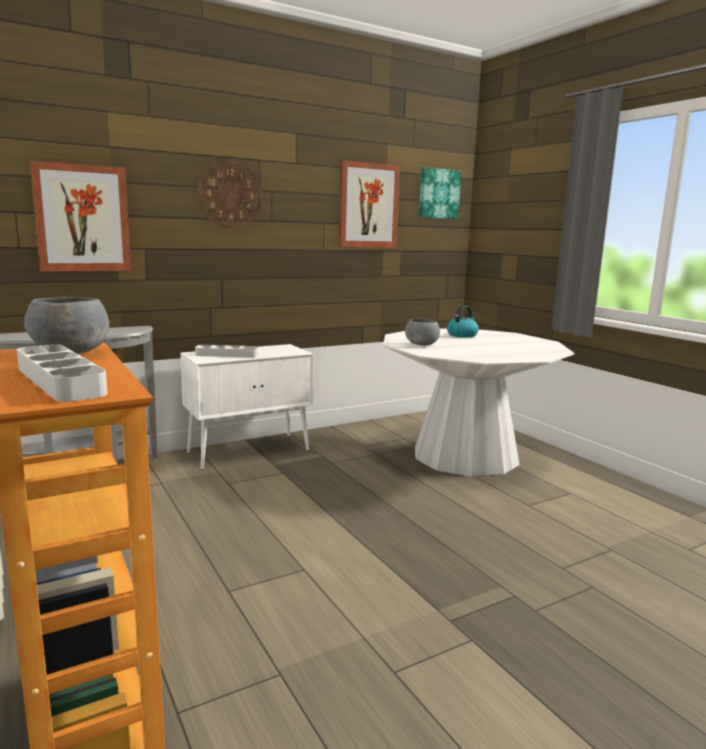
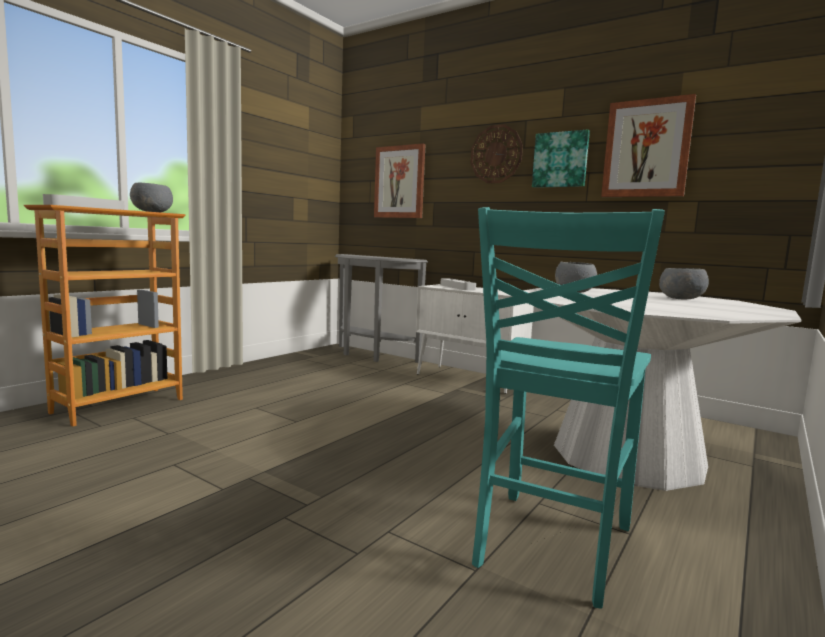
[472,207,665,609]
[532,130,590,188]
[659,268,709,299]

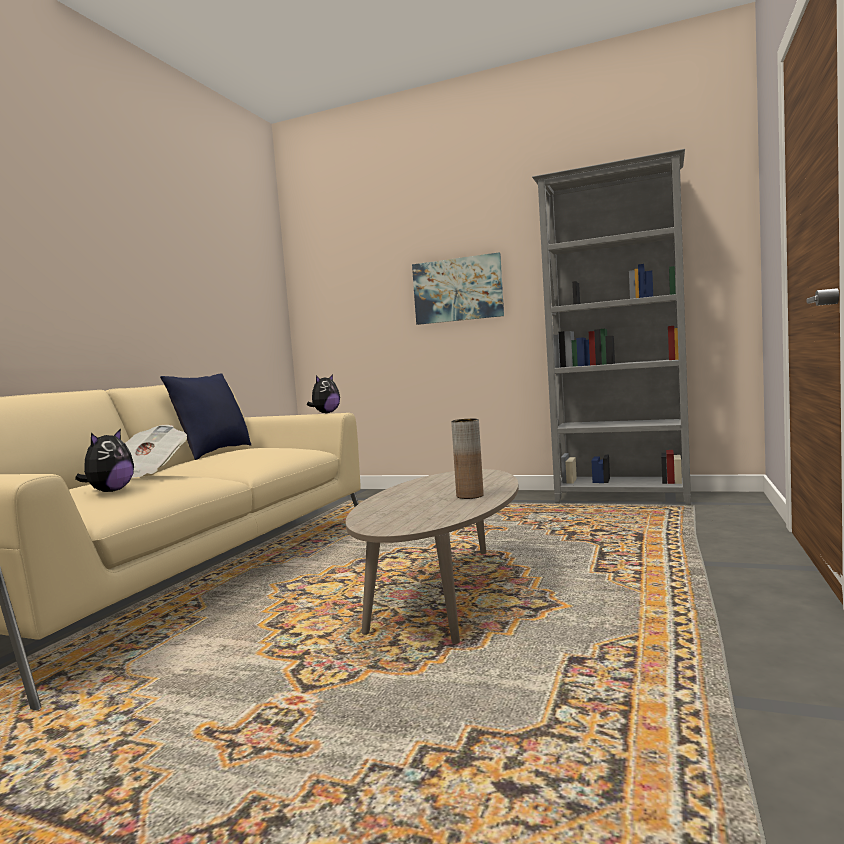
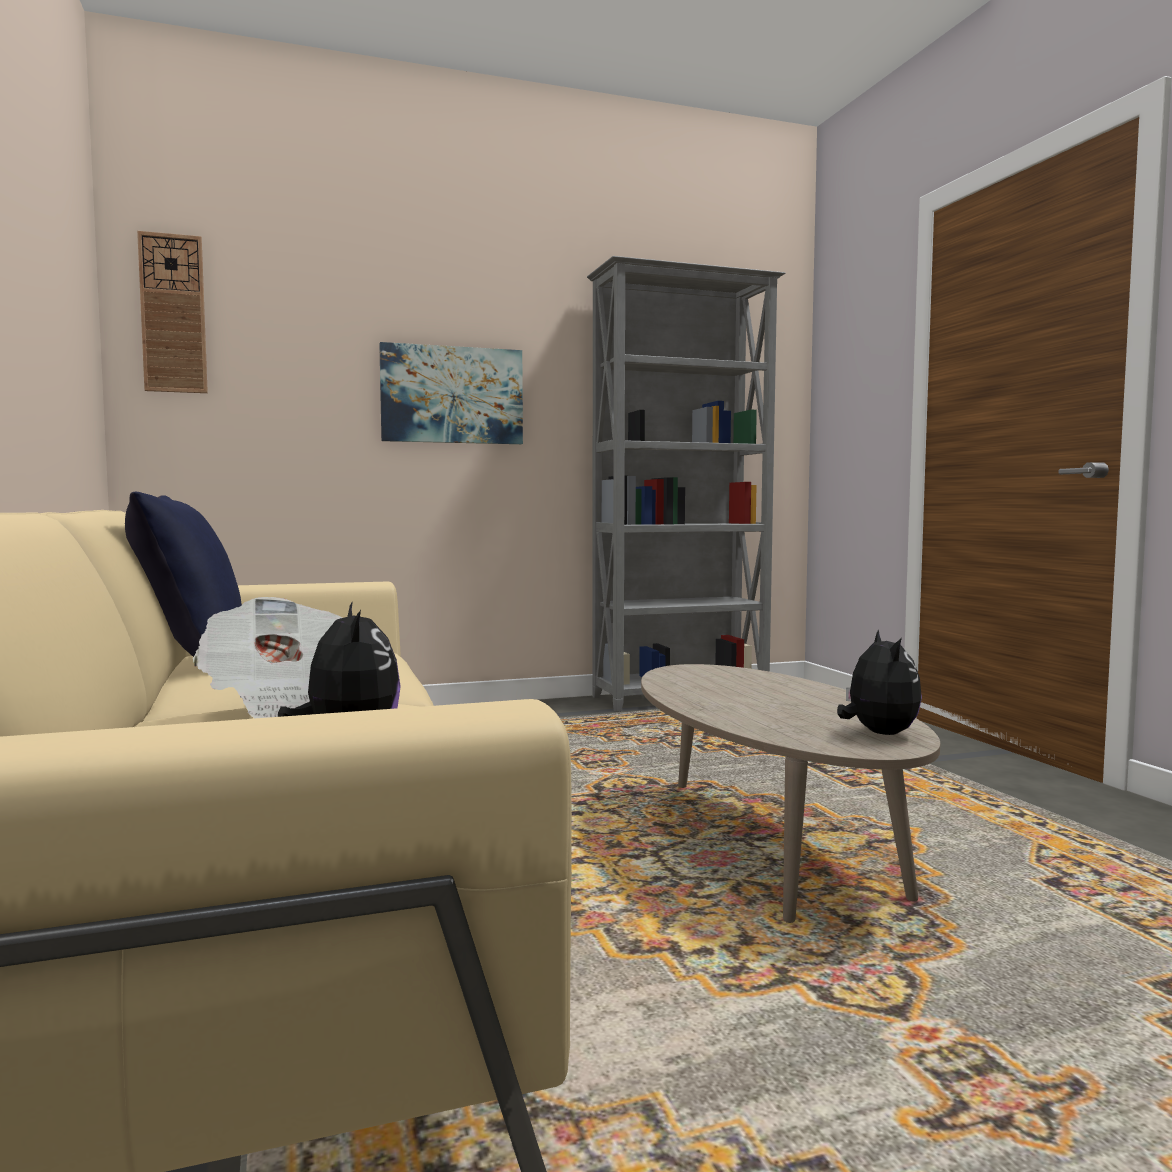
[451,419,484,499] (first image)
[137,231,208,393]
[837,629,922,735]

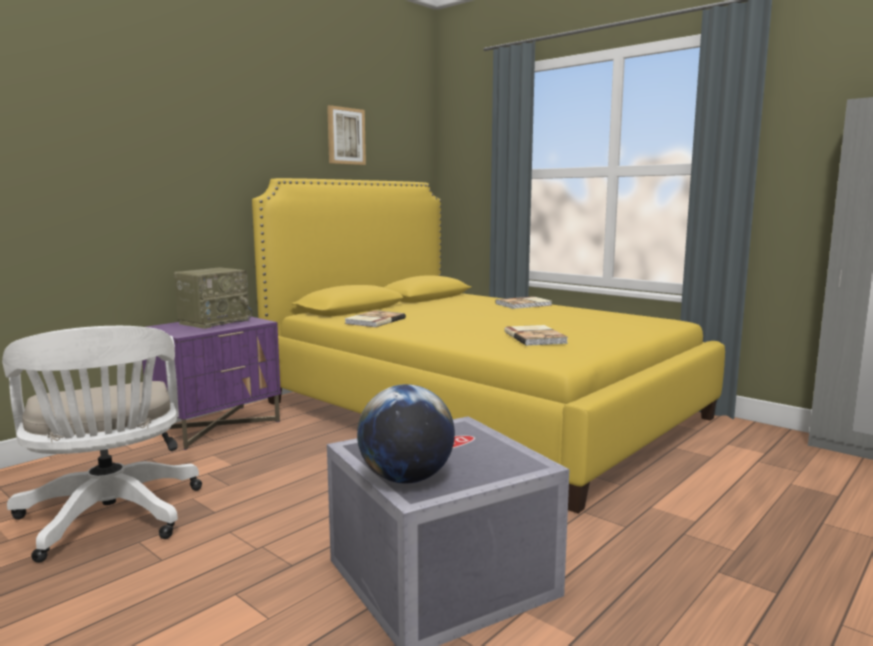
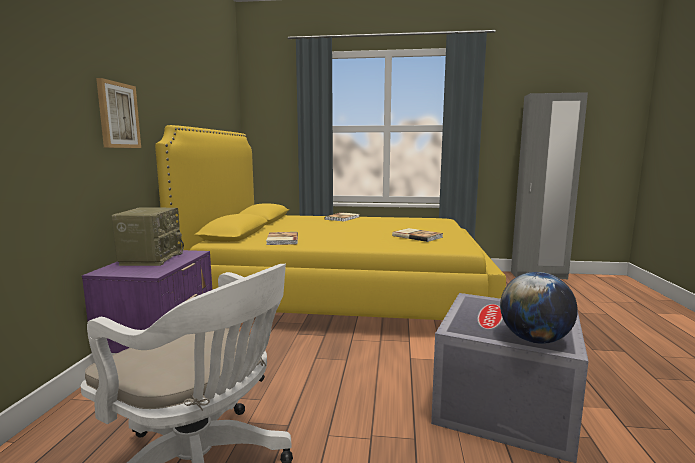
[96,78,141,148]

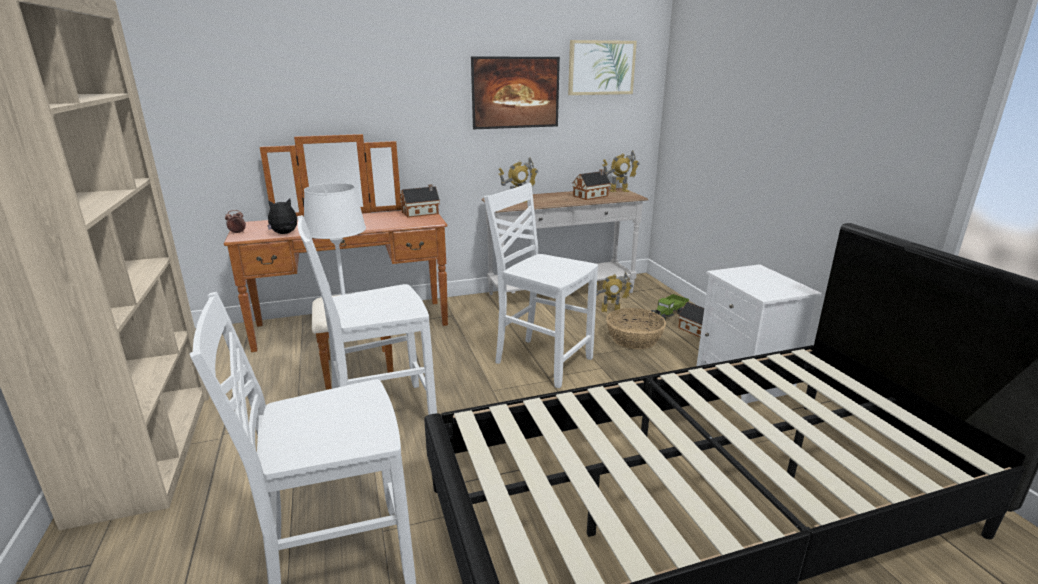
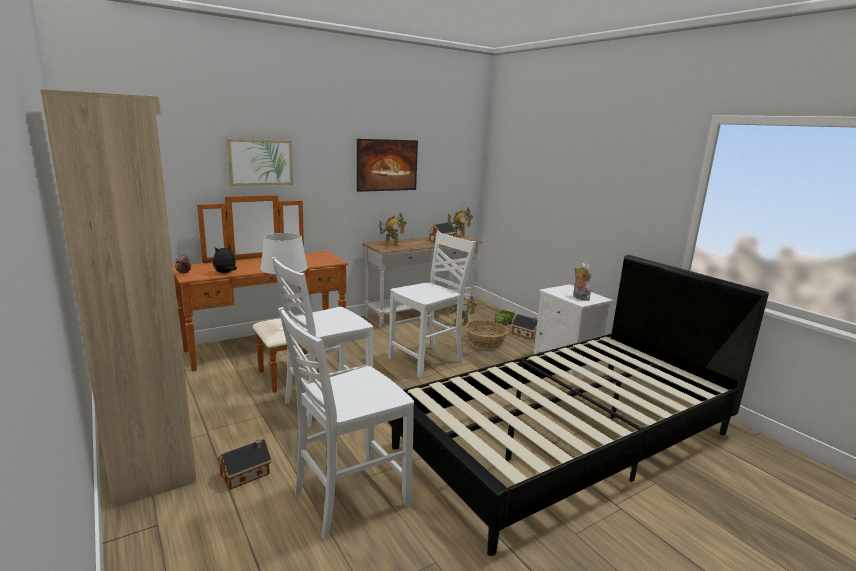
[573,263,591,301]
[218,439,271,490]
[227,139,293,186]
[388,231,476,378]

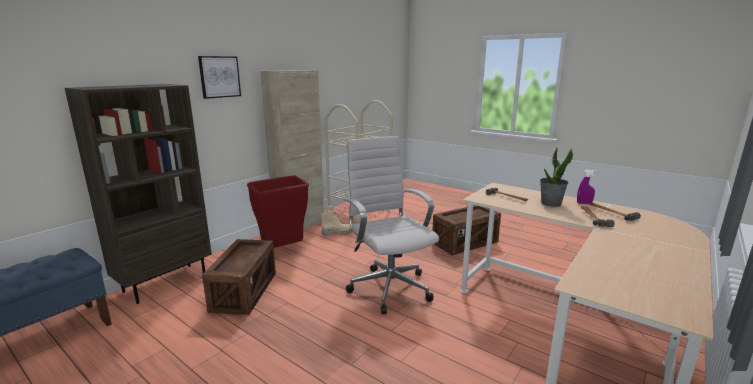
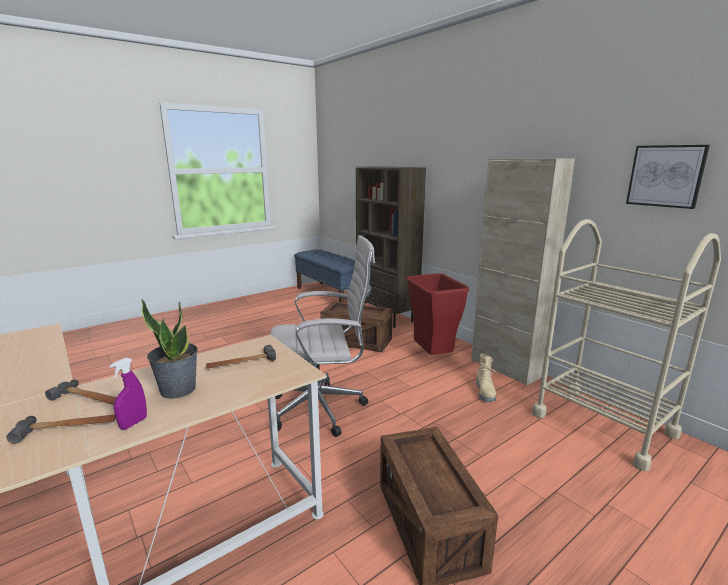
[626,145,710,209]

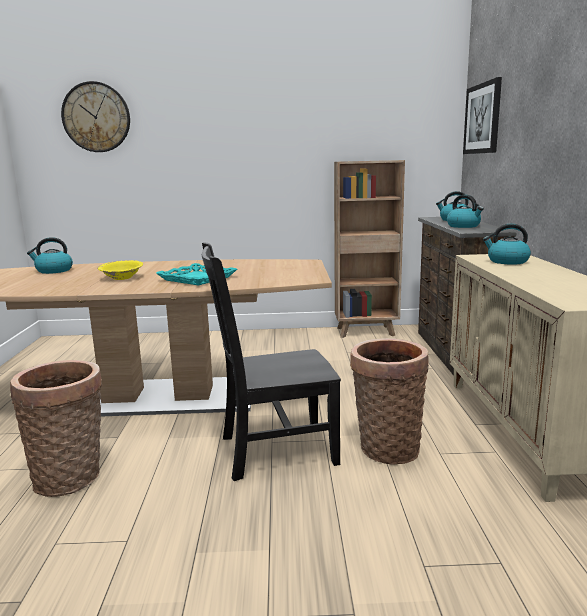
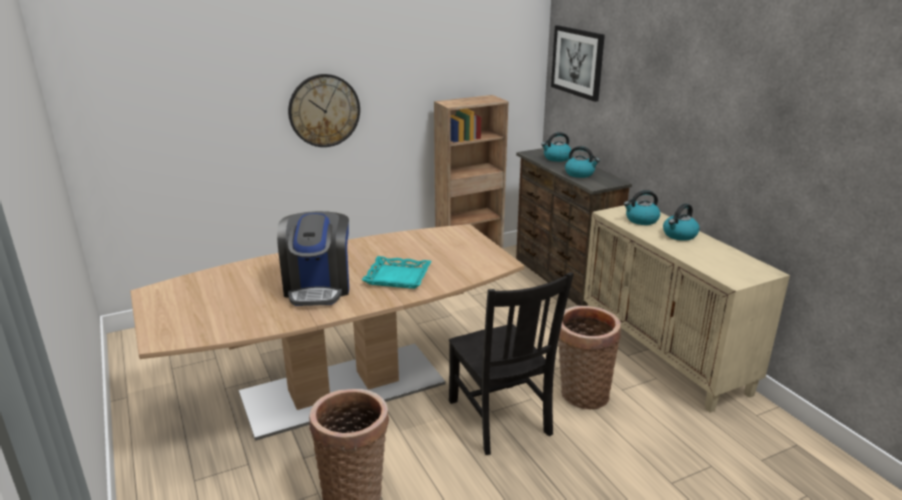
[663,203,700,241]
[288,74,360,147]
[277,211,349,306]
[449,272,574,455]

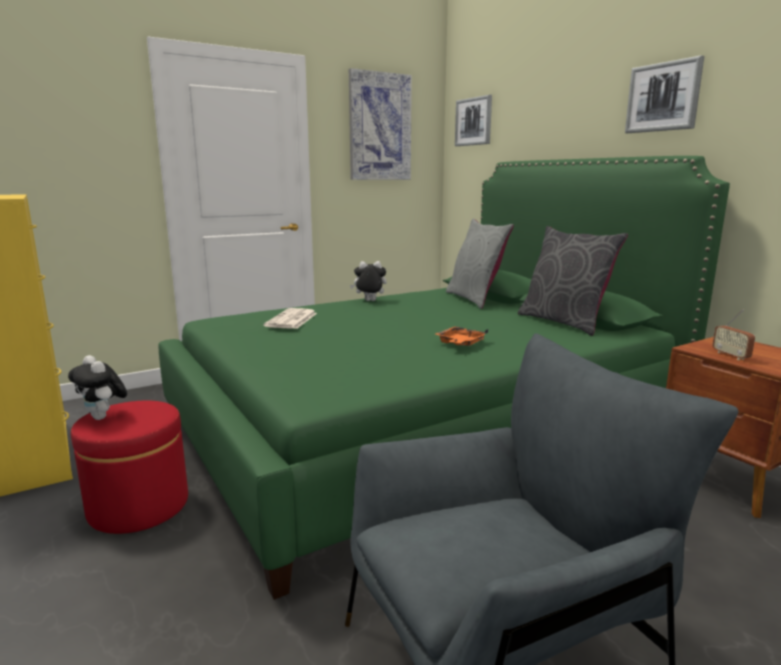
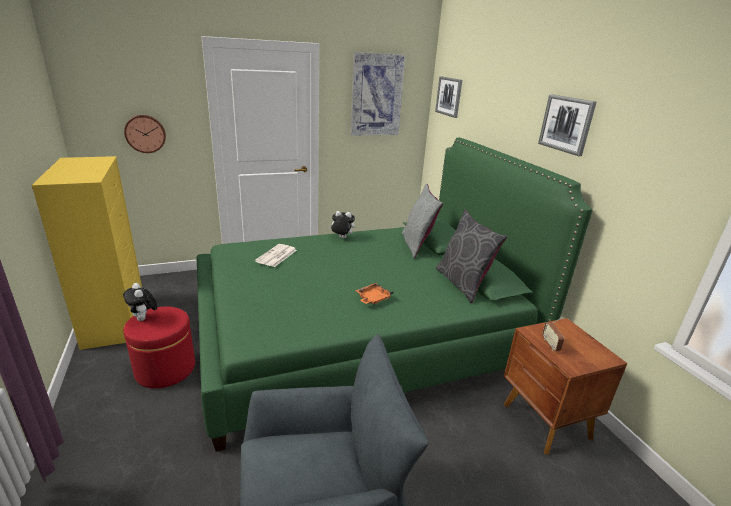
[124,115,166,153]

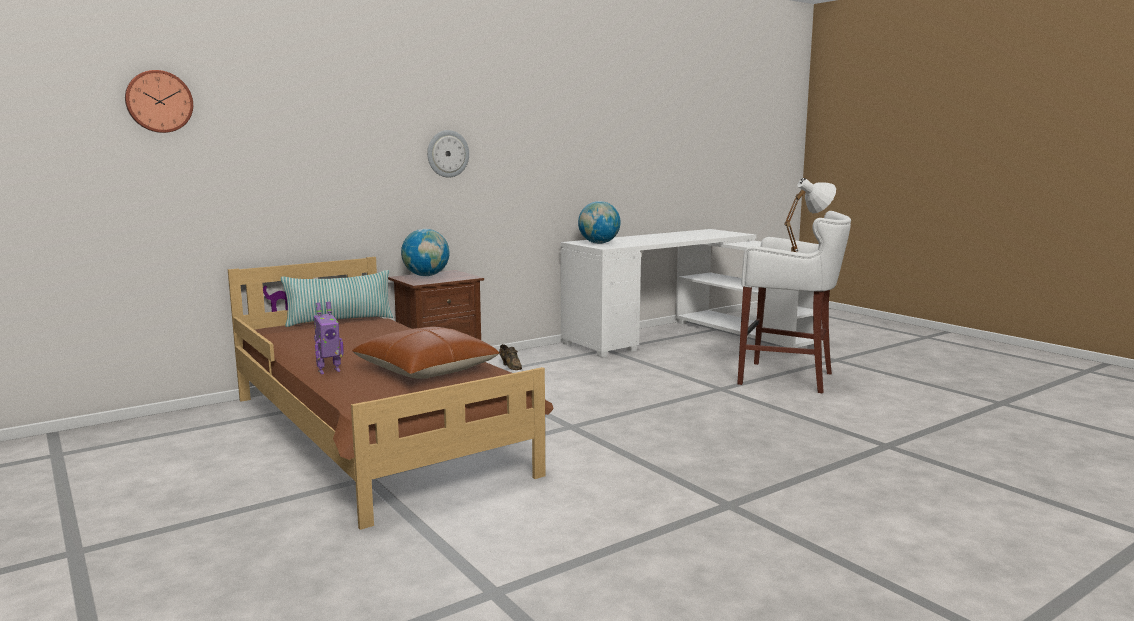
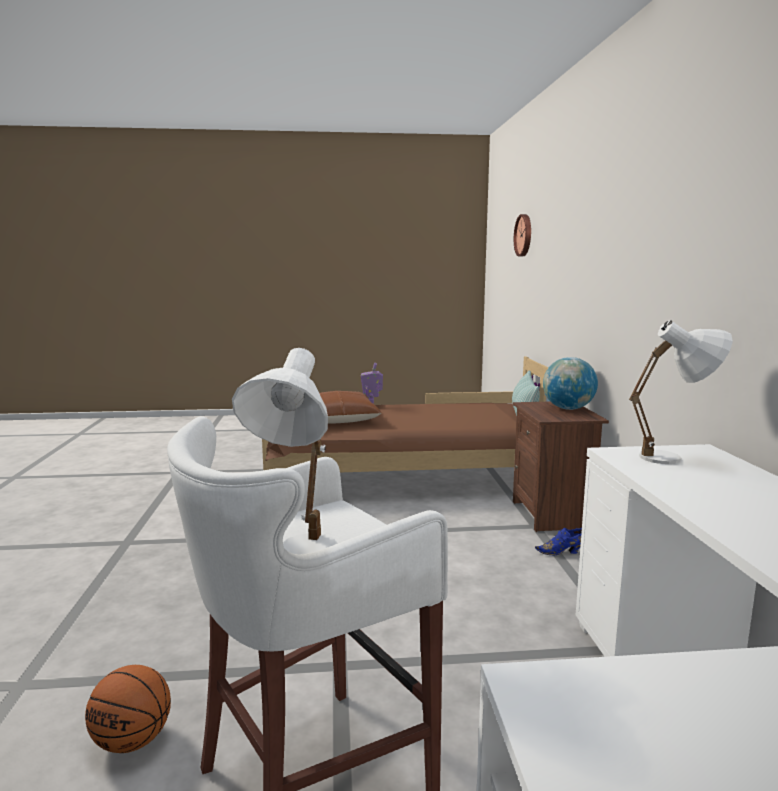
[427,130,469,178] (first image)
[85,665,171,753]
[629,320,733,464]
[535,528,582,555]

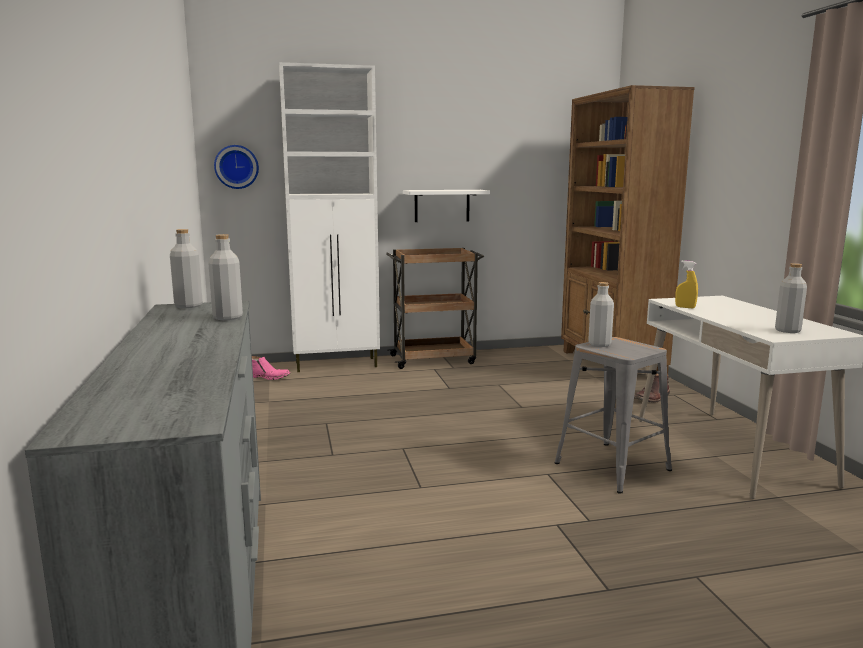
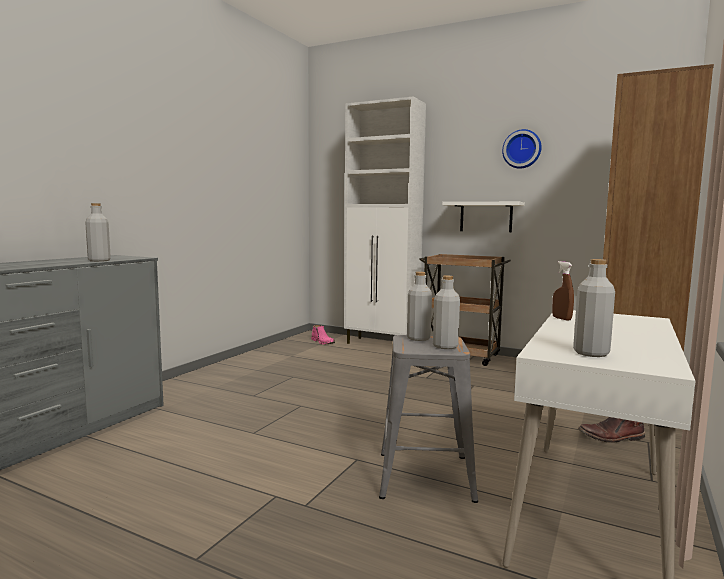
[433,276,460,349]
[502,129,542,169]
[552,261,574,321]

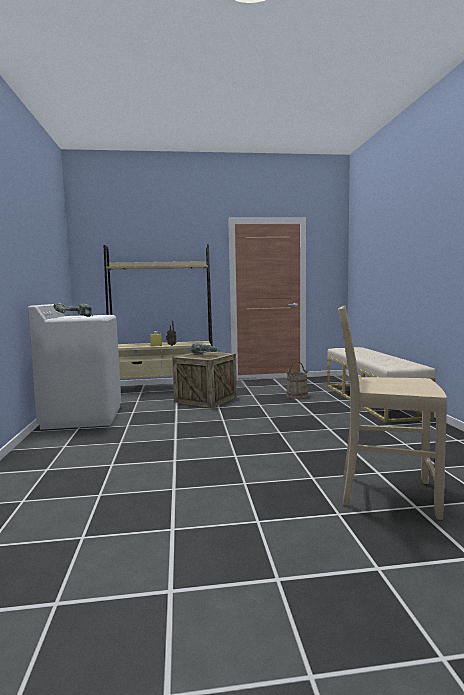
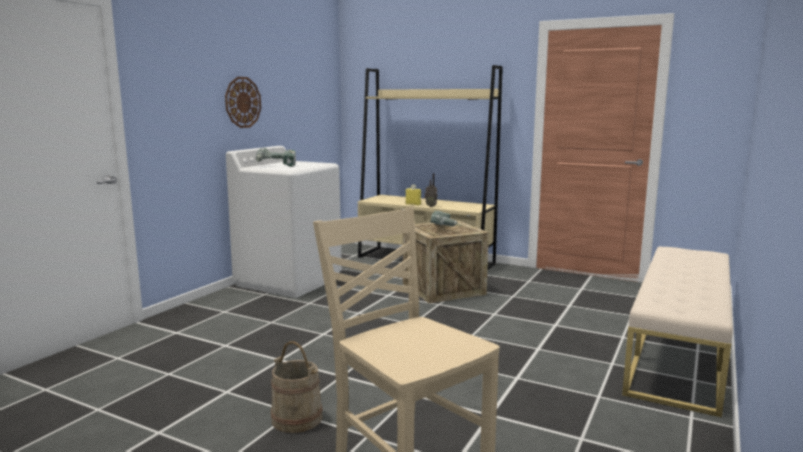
[225,77,261,128]
[271,341,323,433]

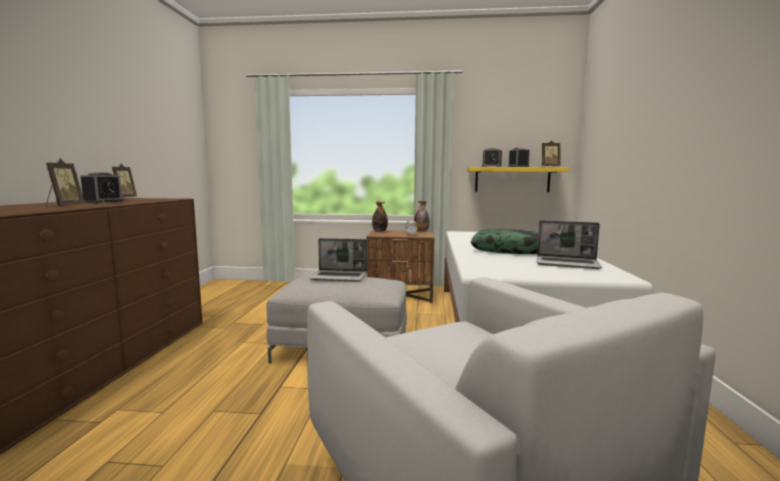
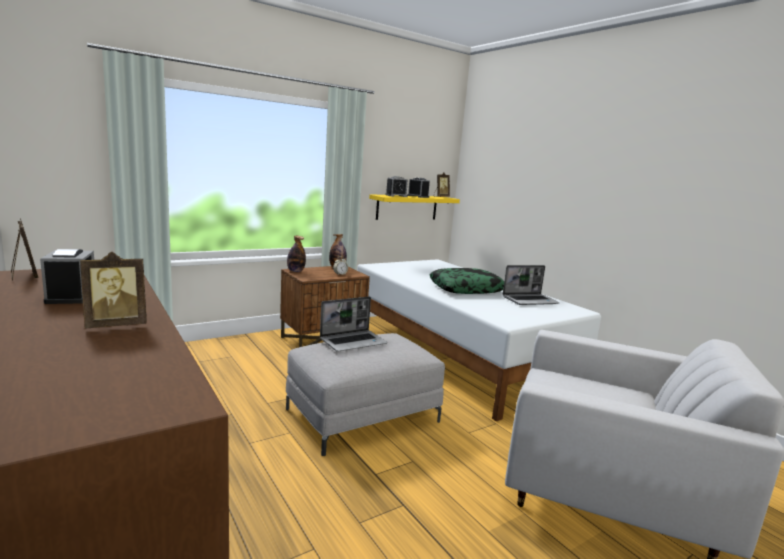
[80,252,147,328]

